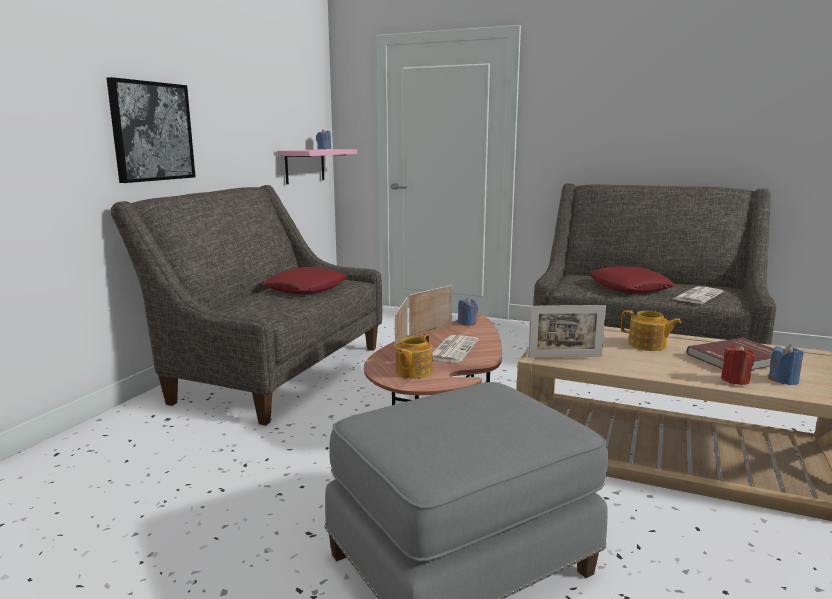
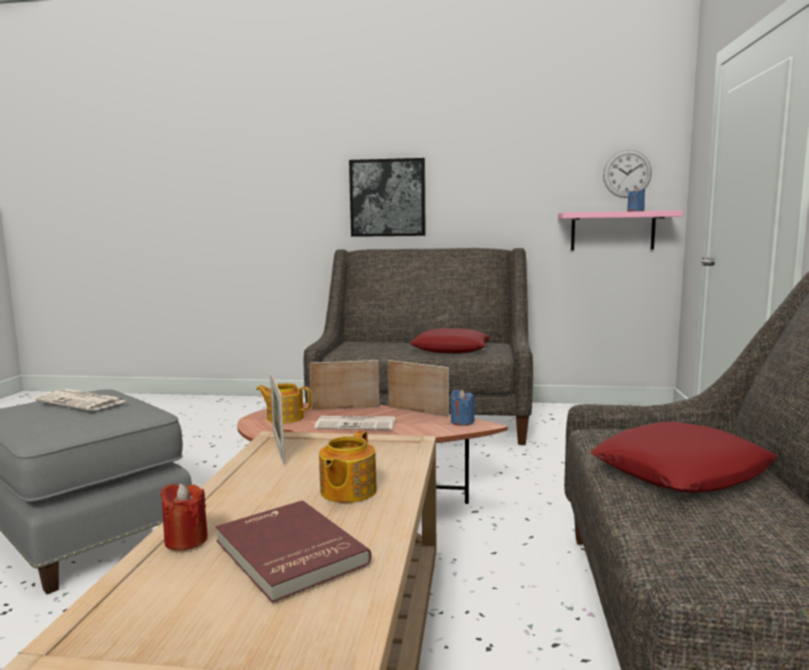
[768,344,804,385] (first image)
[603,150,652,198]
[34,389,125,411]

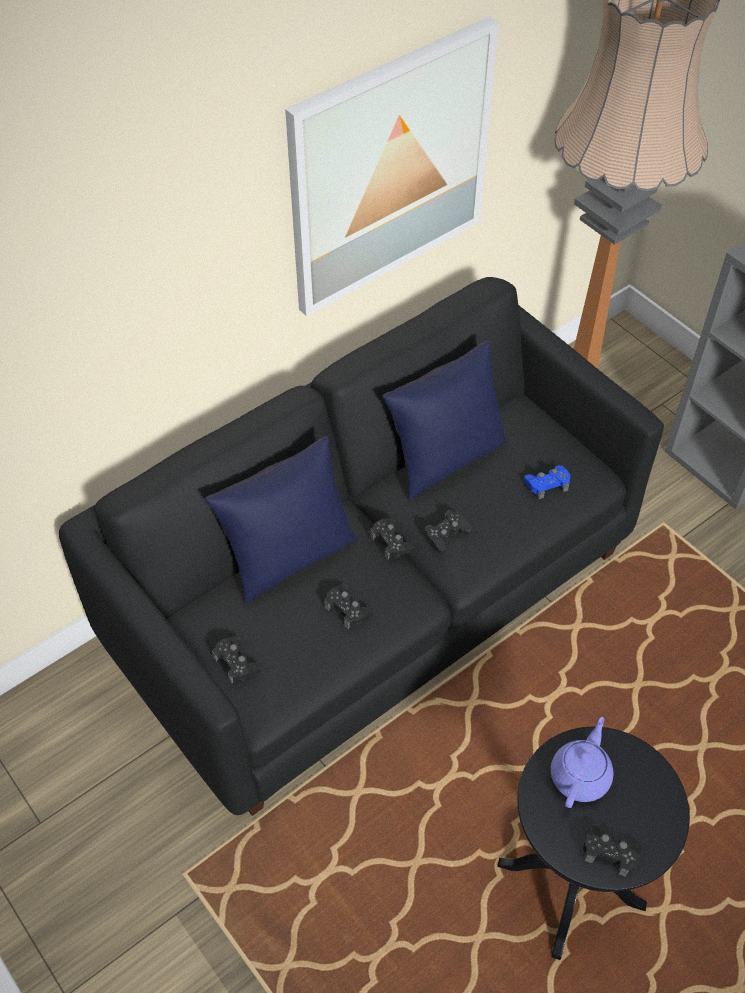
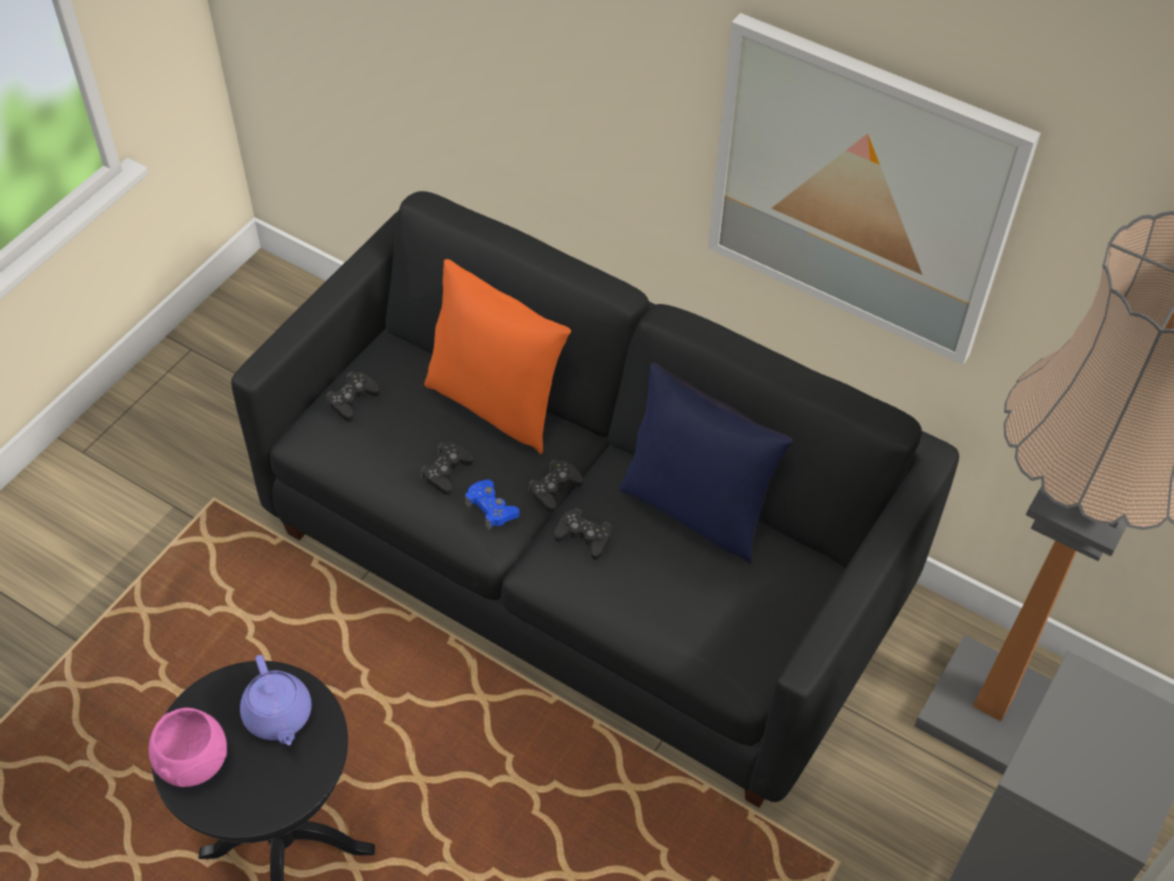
[465,480,519,530]
[149,708,227,787]
[424,259,571,454]
[240,655,312,745]

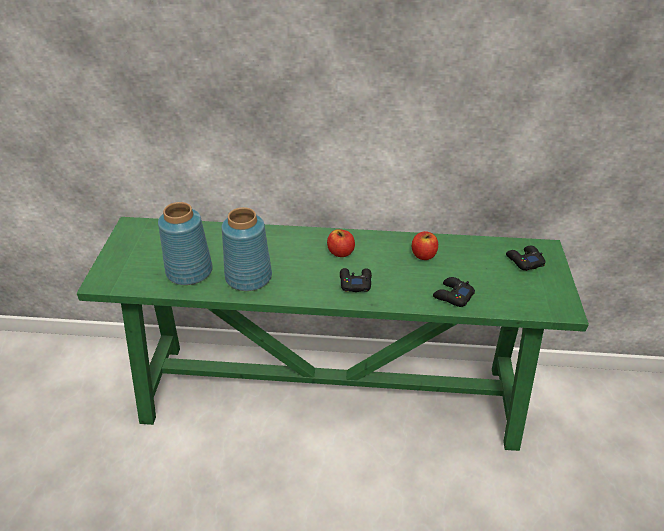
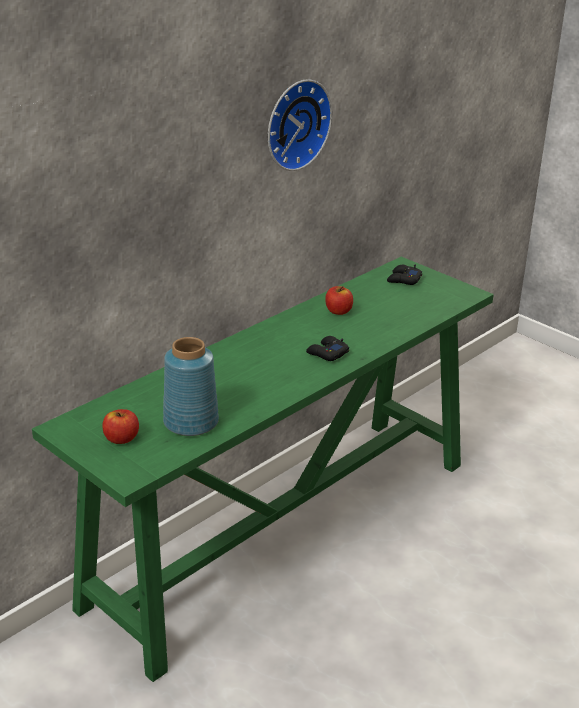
[222,207,272,291] (first image)
[433,277,475,307] (first image)
[268,79,332,171]
[102,409,139,444]

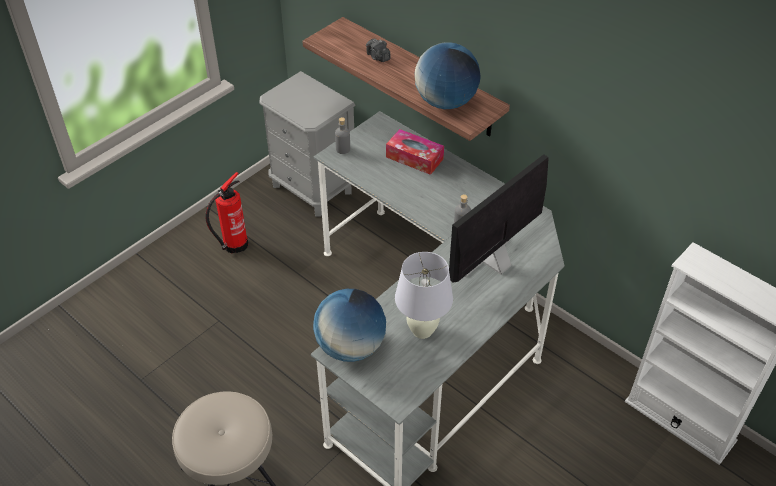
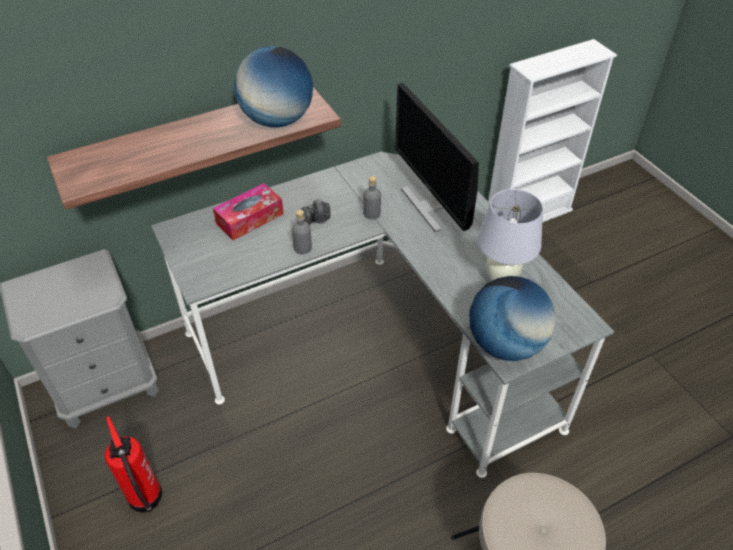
[292,210,312,254]
[301,199,331,225]

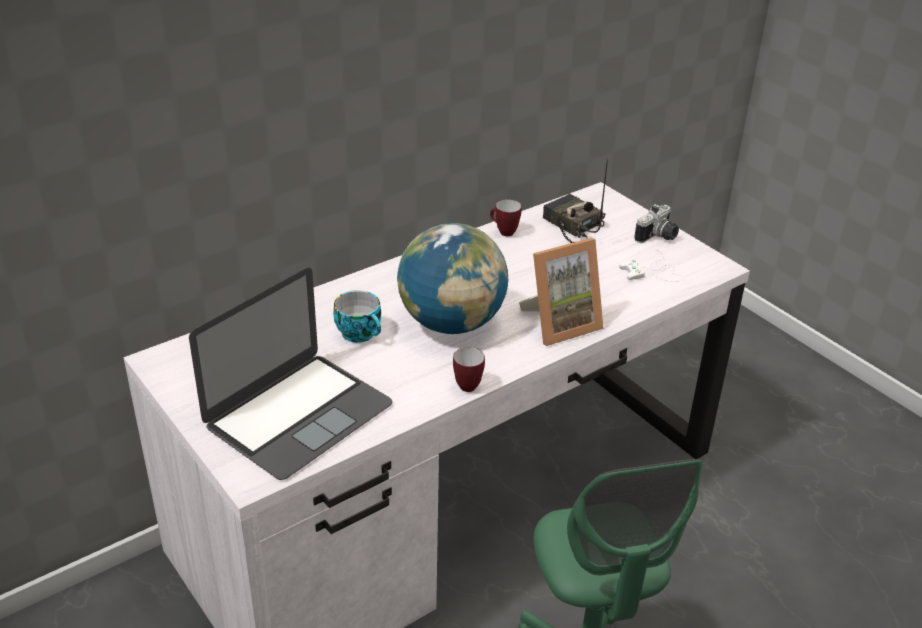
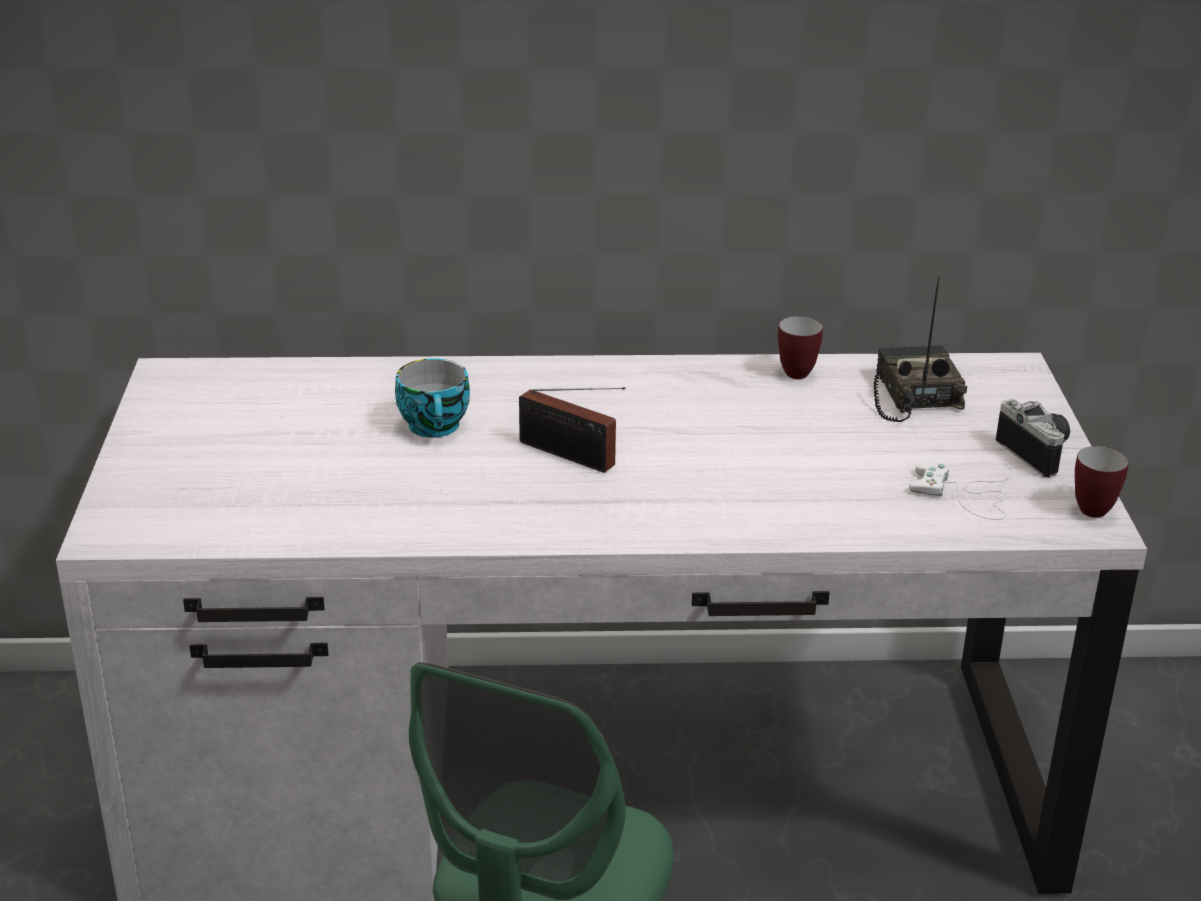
[189,267,392,480] (first image)
[519,238,604,346] (first image)
[1075,446,1129,518]
[519,387,625,473]
[996,399,1070,478]

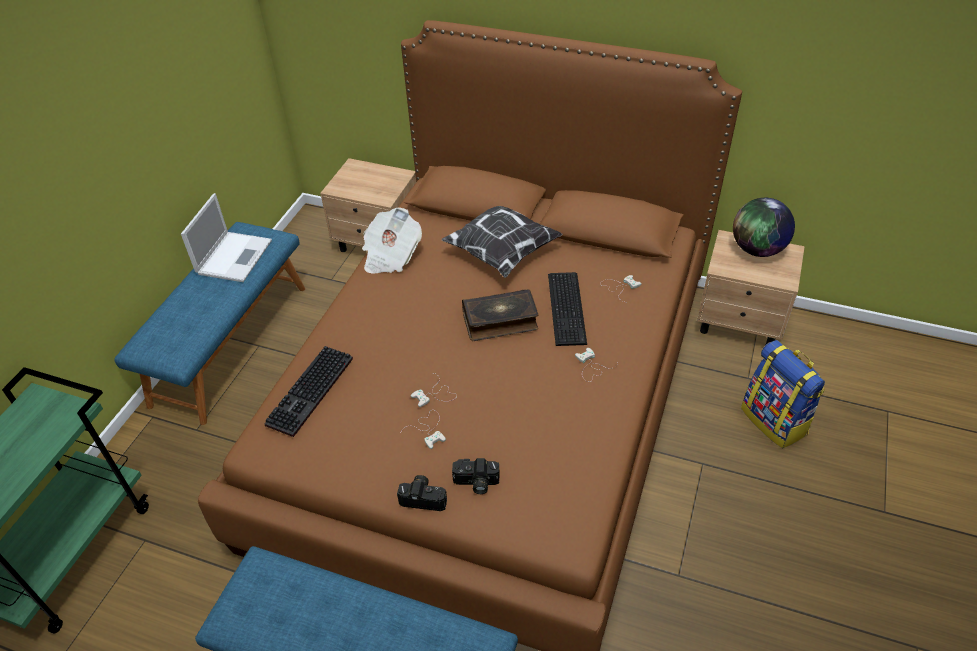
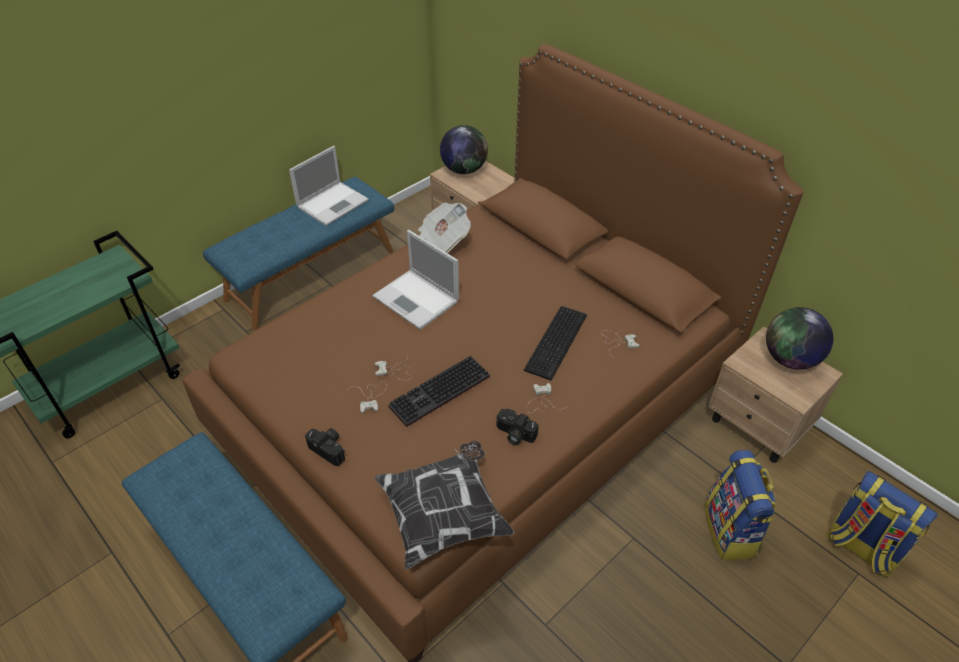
[462,289,538,341] (first image)
[372,230,459,330]
[440,125,488,174]
[826,471,938,577]
[388,356,490,427]
[375,441,514,570]
[496,409,538,445]

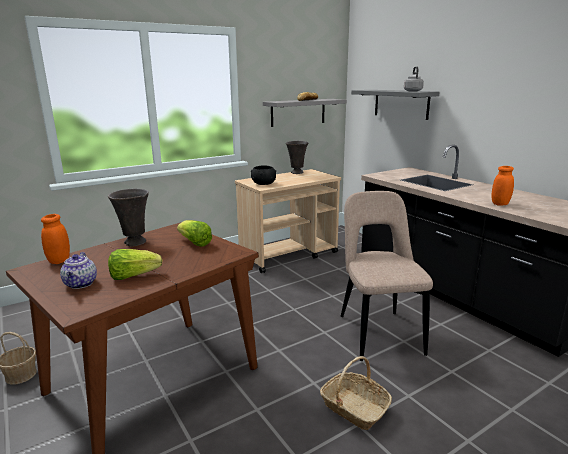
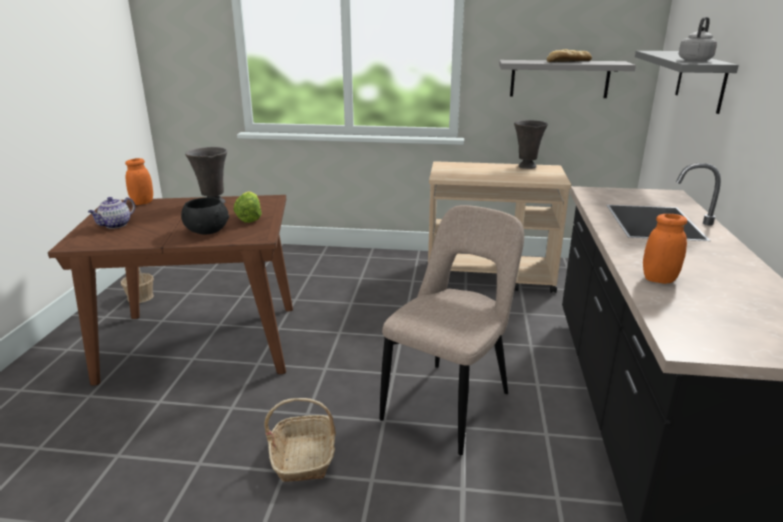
[108,249,162,280] (first image)
[181,197,229,235]

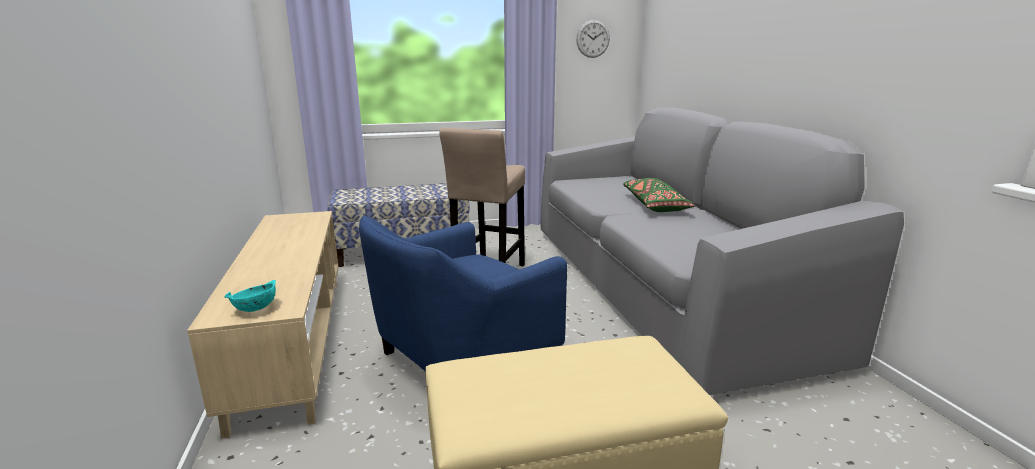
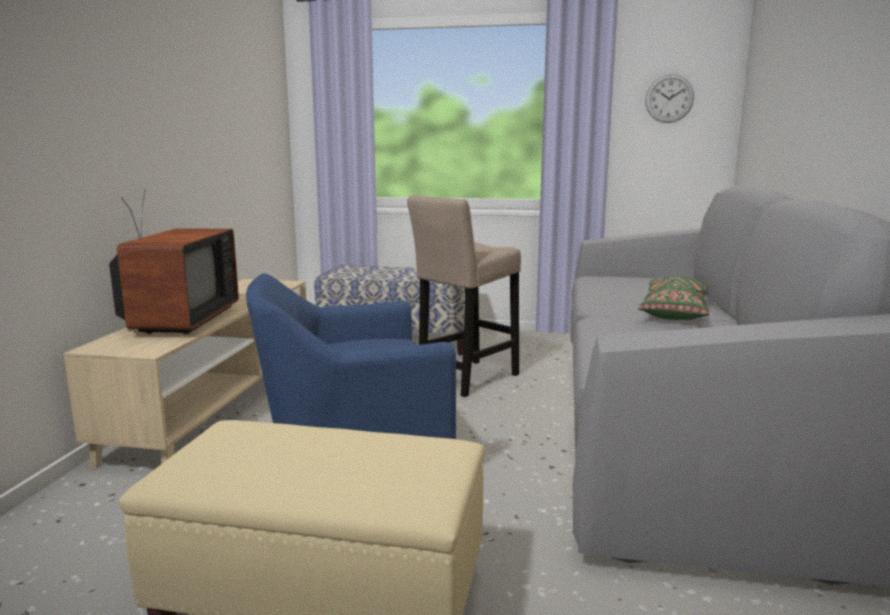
[225,280,276,312] (first image)
[109,188,239,334]

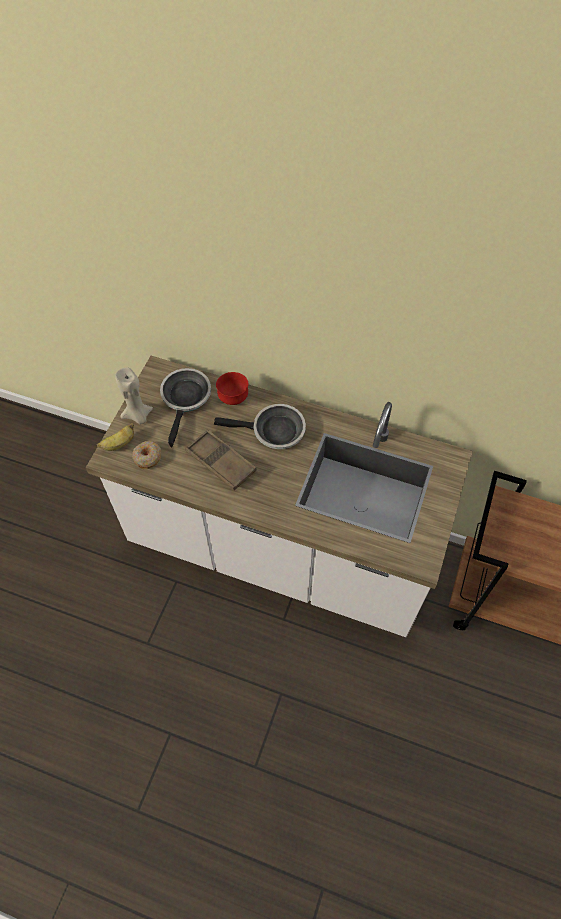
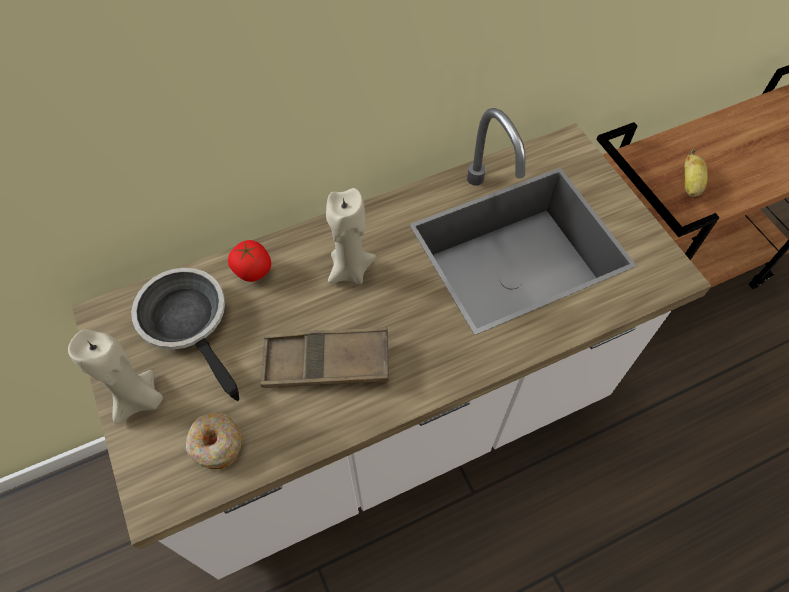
[685,149,708,197]
[326,188,376,284]
[228,240,271,282]

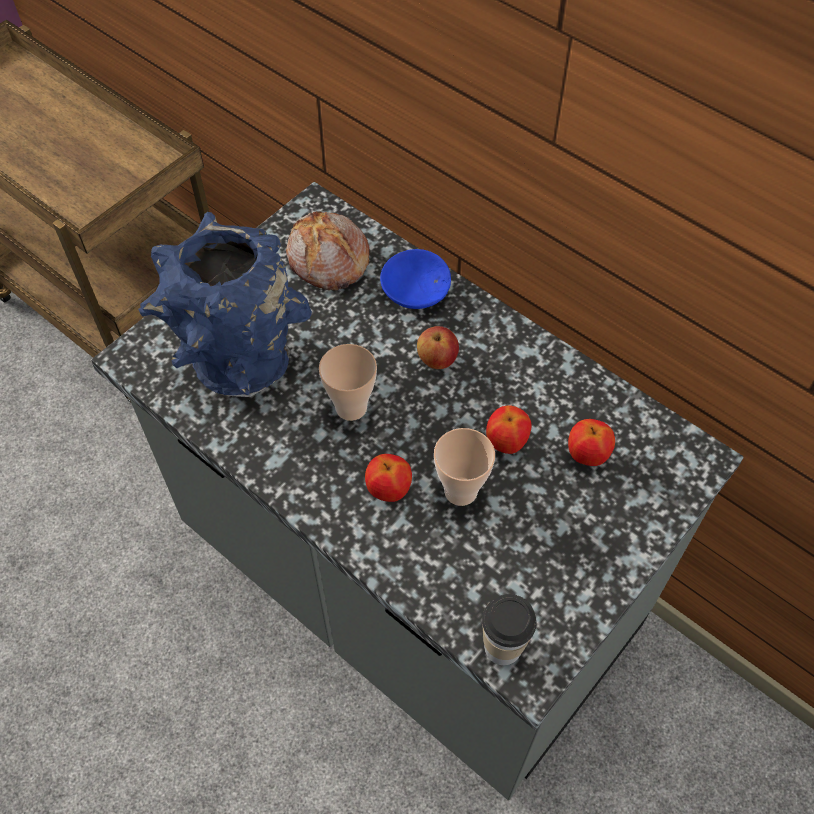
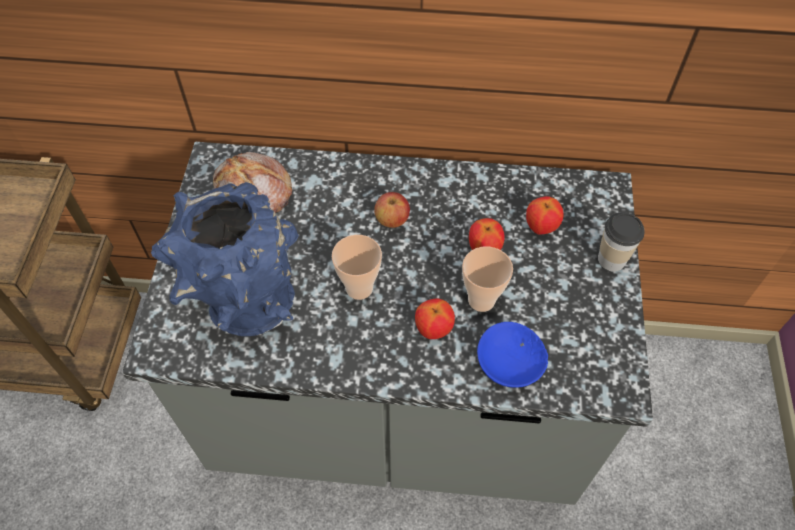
[477,322,548,388]
[598,212,644,272]

